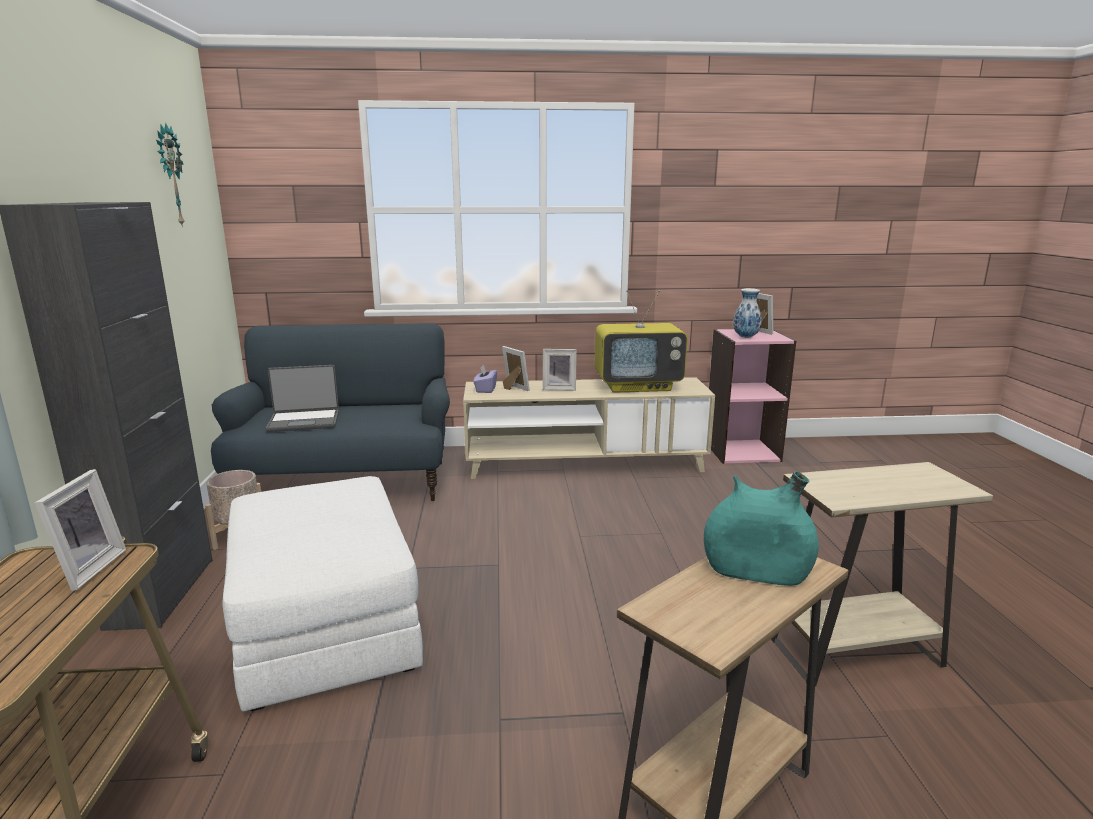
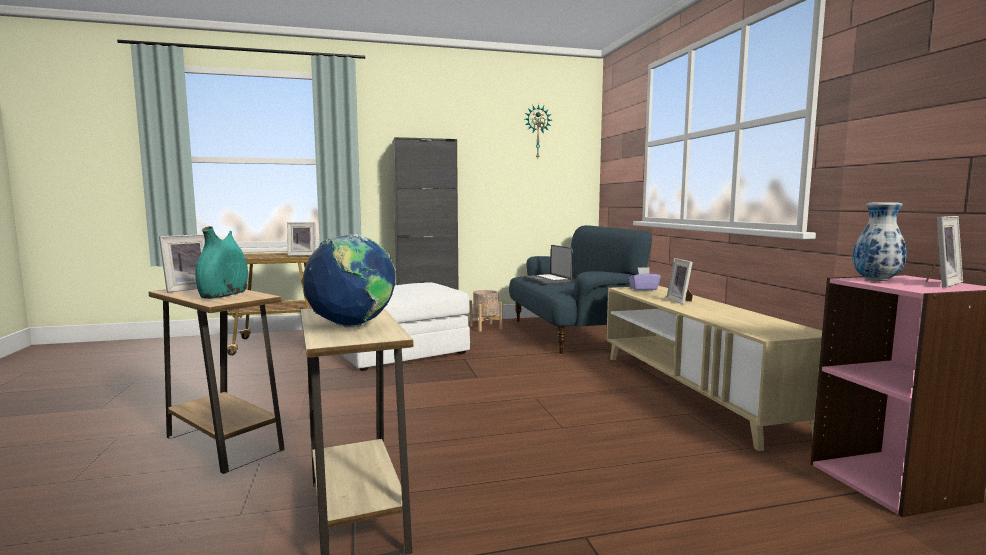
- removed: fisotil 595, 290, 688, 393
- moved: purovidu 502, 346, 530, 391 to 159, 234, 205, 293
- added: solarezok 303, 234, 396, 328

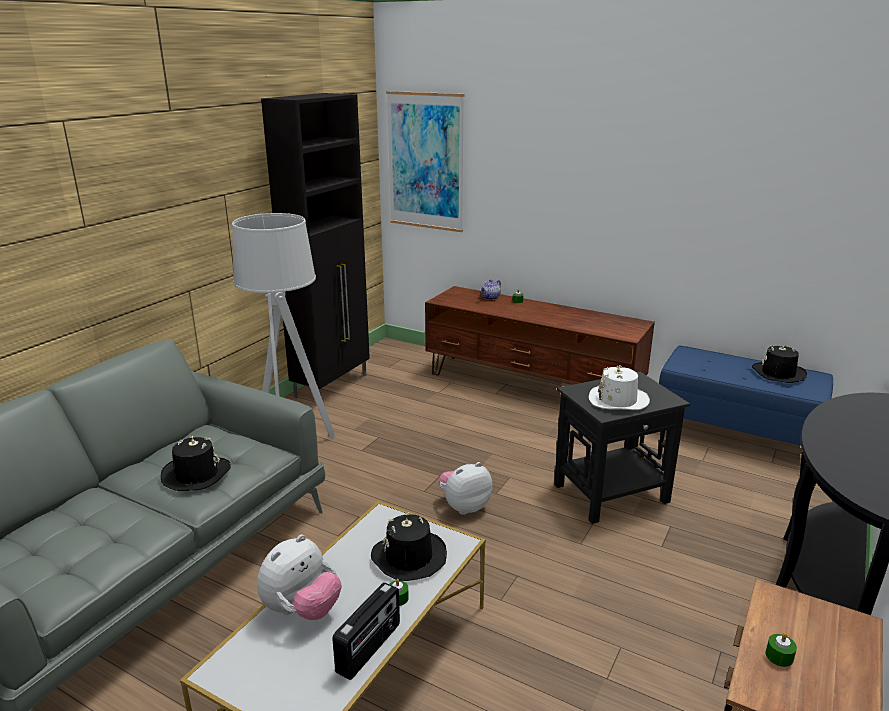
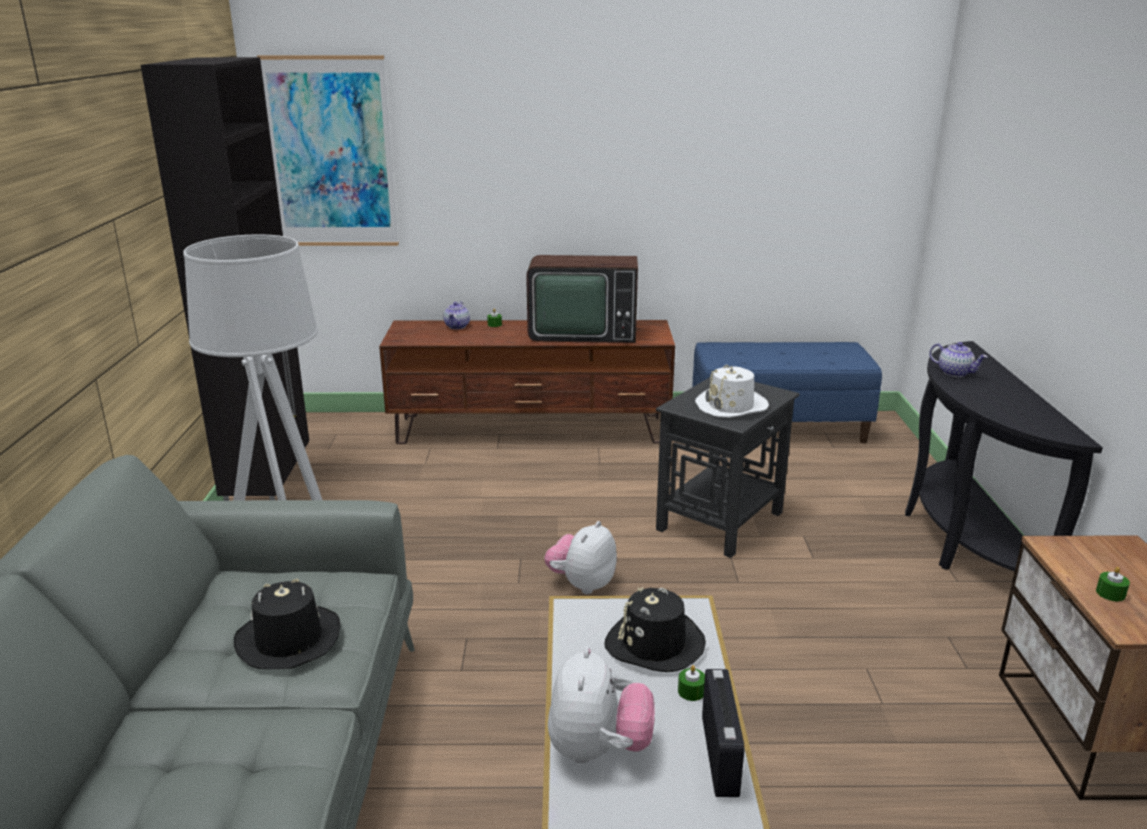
- removed: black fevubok 752, 345, 807, 383
- added: fisotil 526, 255, 638, 343
- added: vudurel 929, 342, 987, 377

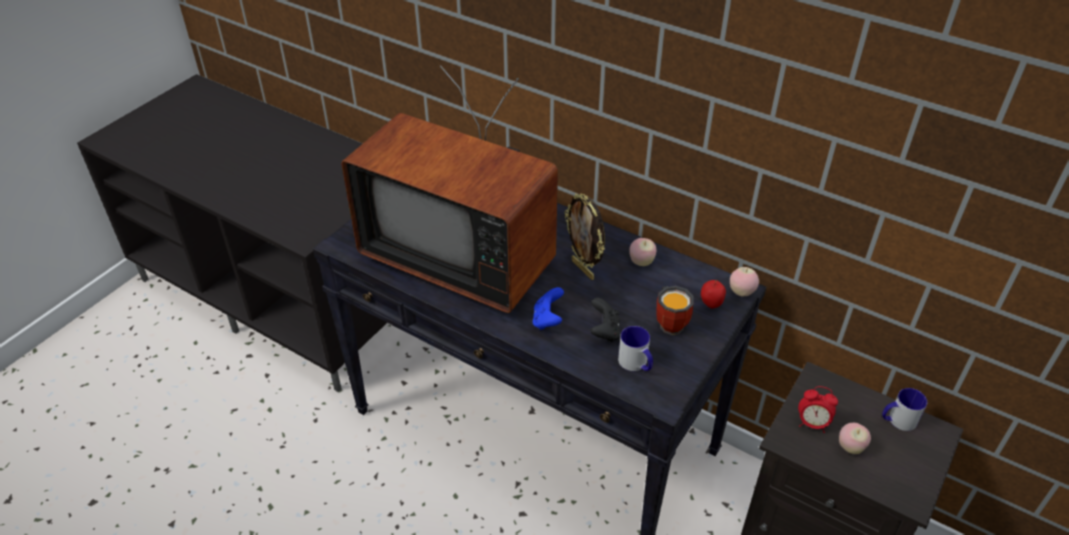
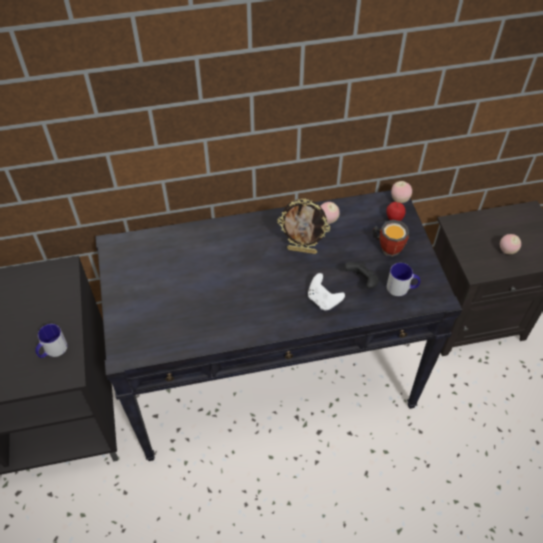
- removed: fisotil 341, 65, 558, 313
- recoloured: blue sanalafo 533, 287, 564, 330 to white sanalafo 308, 273, 345, 311
- removed: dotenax 798, 386, 838, 433
- moved: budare 882, 388, 927, 431 to 35, 324, 68, 358

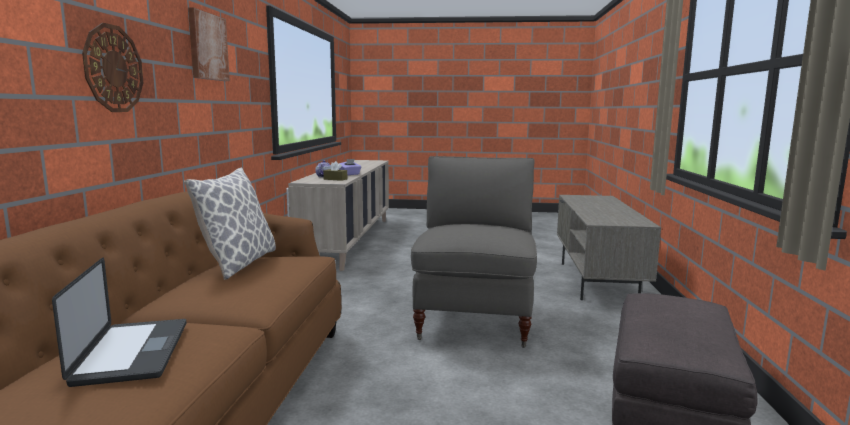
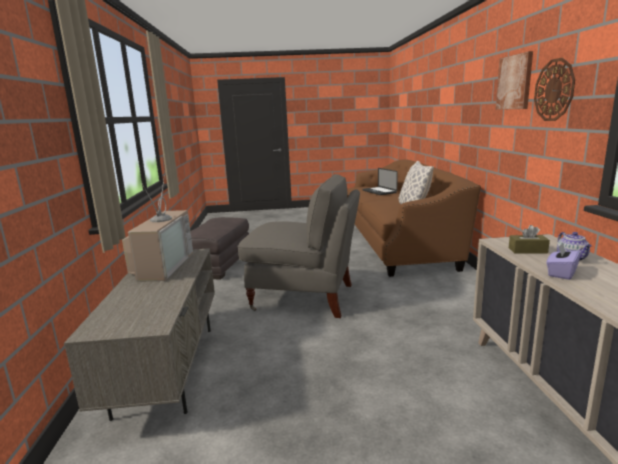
- moved: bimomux 82, 23, 143, 112 to 534, 58, 575, 121
- turned: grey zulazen 411, 156, 537, 348 = 237, 174, 360, 318 75 degrees counterclockwise
- added: fisotil 122, 175, 193, 282

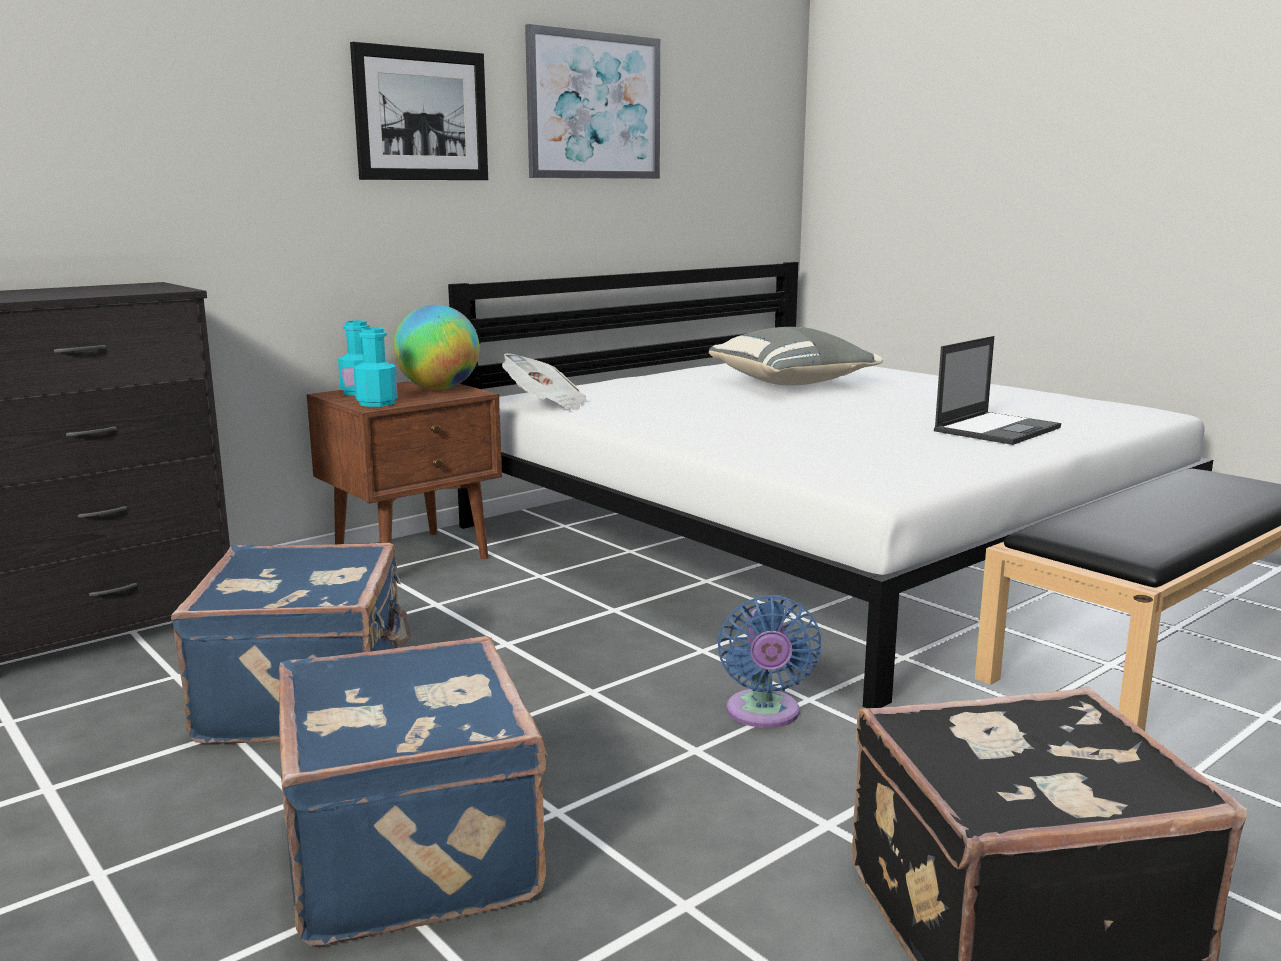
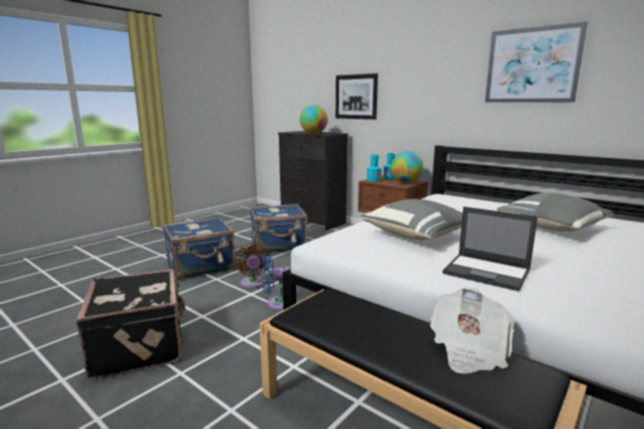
- moved: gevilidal 350, 42, 488, 180 to 336, 73, 378, 119
- moved: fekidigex 502, 353, 586, 410 to 429, 288, 514, 374
- added: solarezok 300, 105, 328, 134
- added: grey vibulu 361, 199, 463, 240
- added: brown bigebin 235, 243, 270, 288

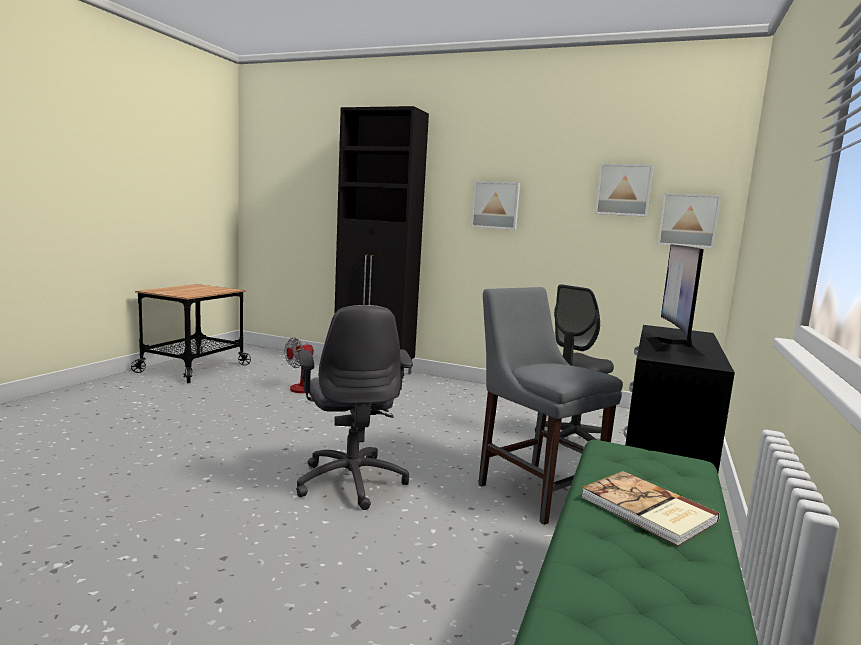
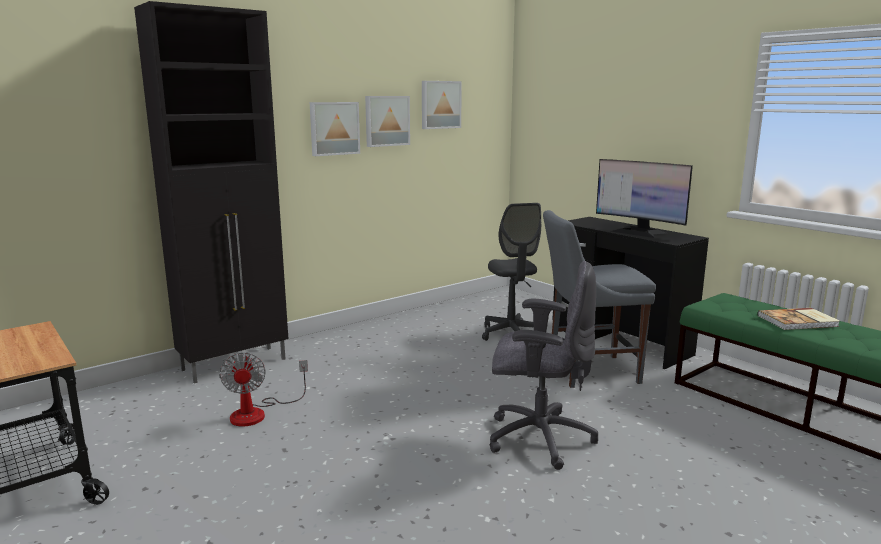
- moved: gevilidal 658, 193, 721, 248 to 365, 96, 410, 147

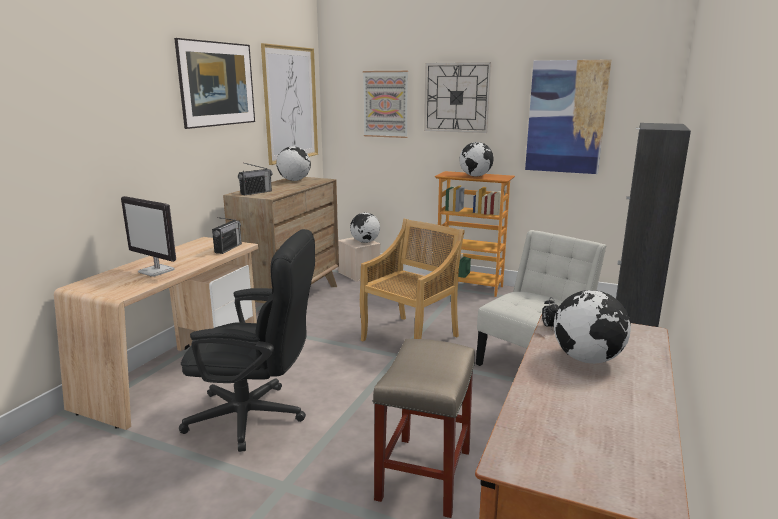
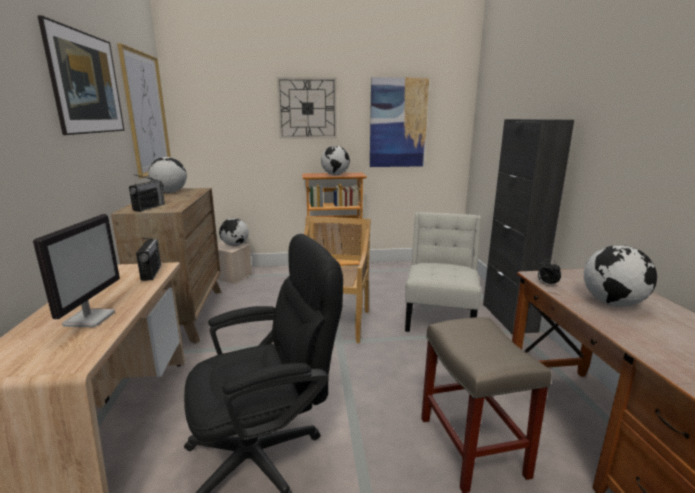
- removed: gevilidal 363, 71, 408, 138
- turned: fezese 121, 196, 176, 277 = 33, 214, 120, 327 90 degrees counterclockwise

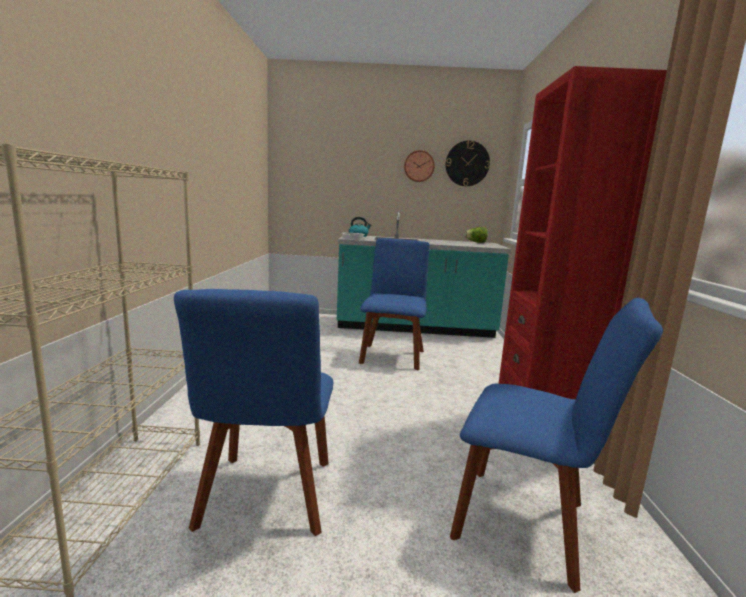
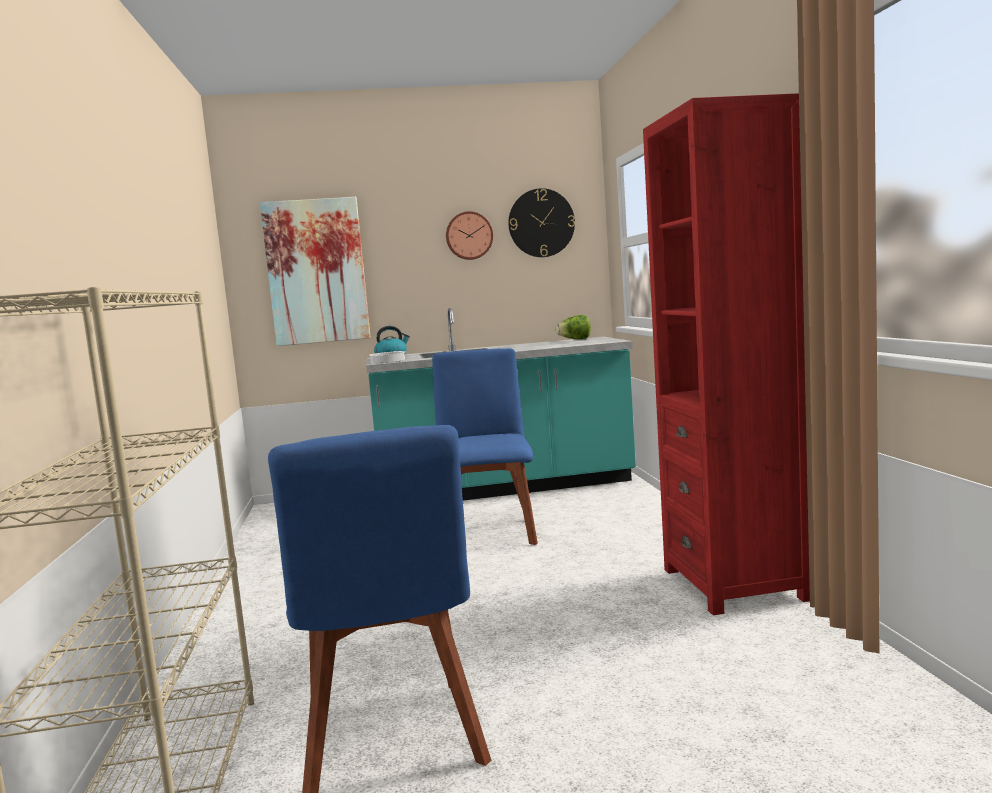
- removed: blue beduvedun 450, 298, 663, 593
- added: gevilidal 260, 197, 371, 346

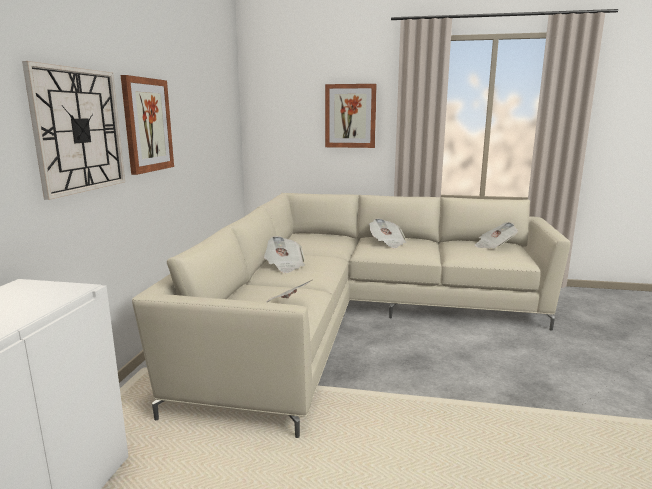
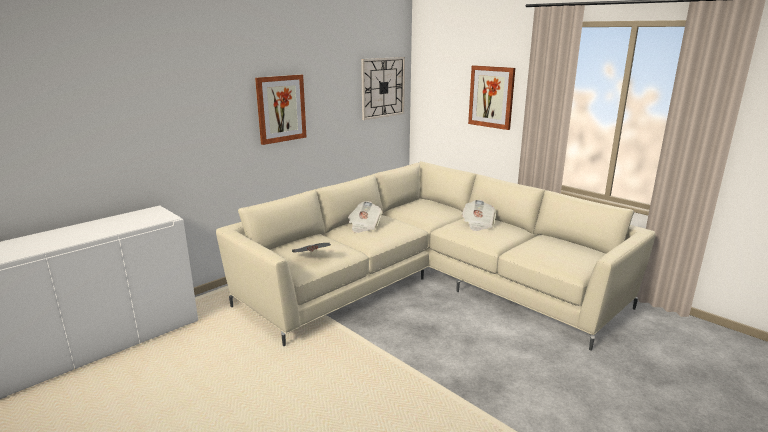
- moved: bimomux 22, 61, 125, 200 to 361, 57, 405, 120
- removed: fekidigex 474, 222, 518, 249

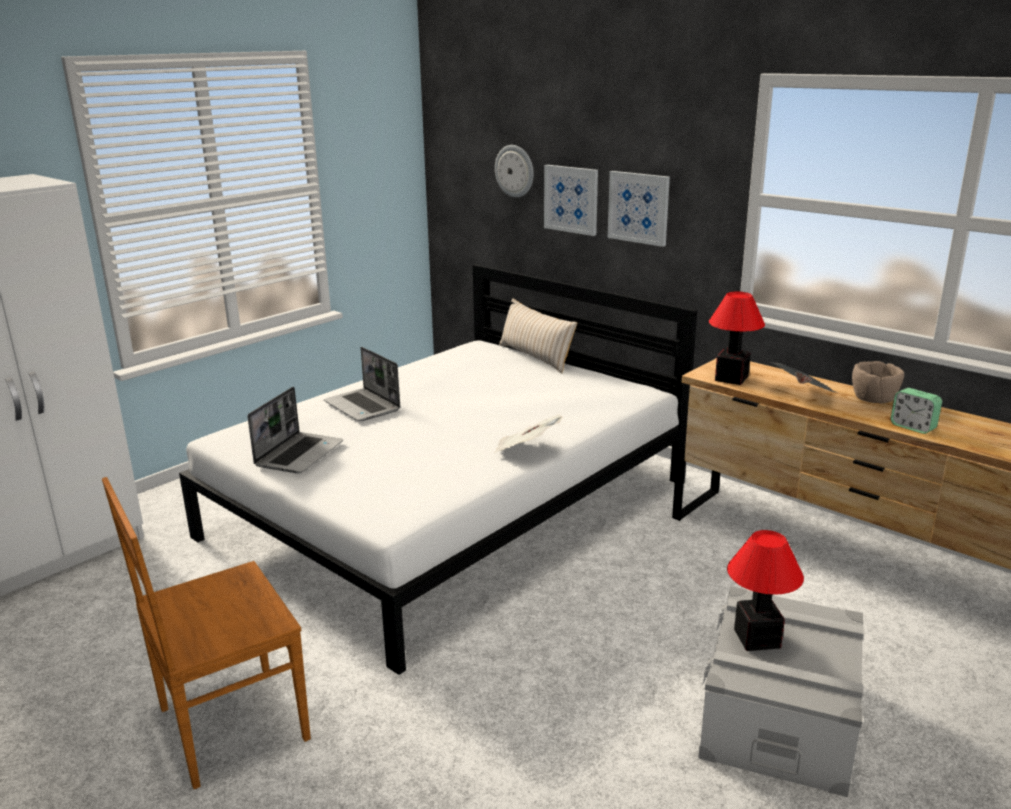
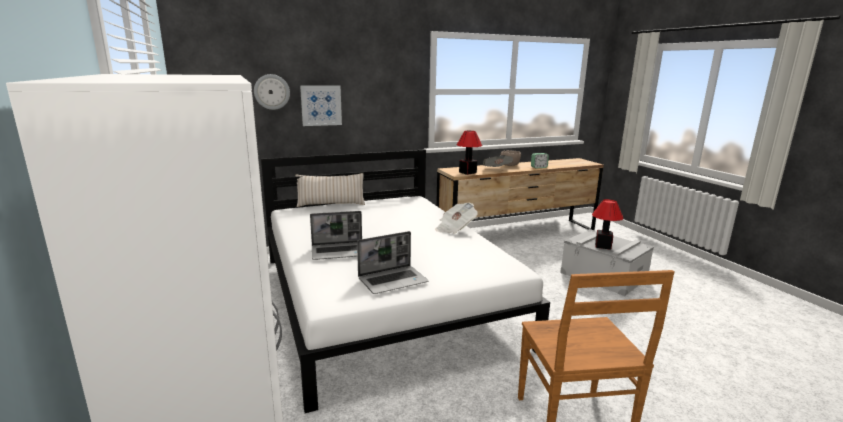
- removed: gevilidal 608, 171, 670, 247
- turned: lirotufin 247, 387, 343, 473 = 357, 231, 428, 294 105 degrees clockwise

